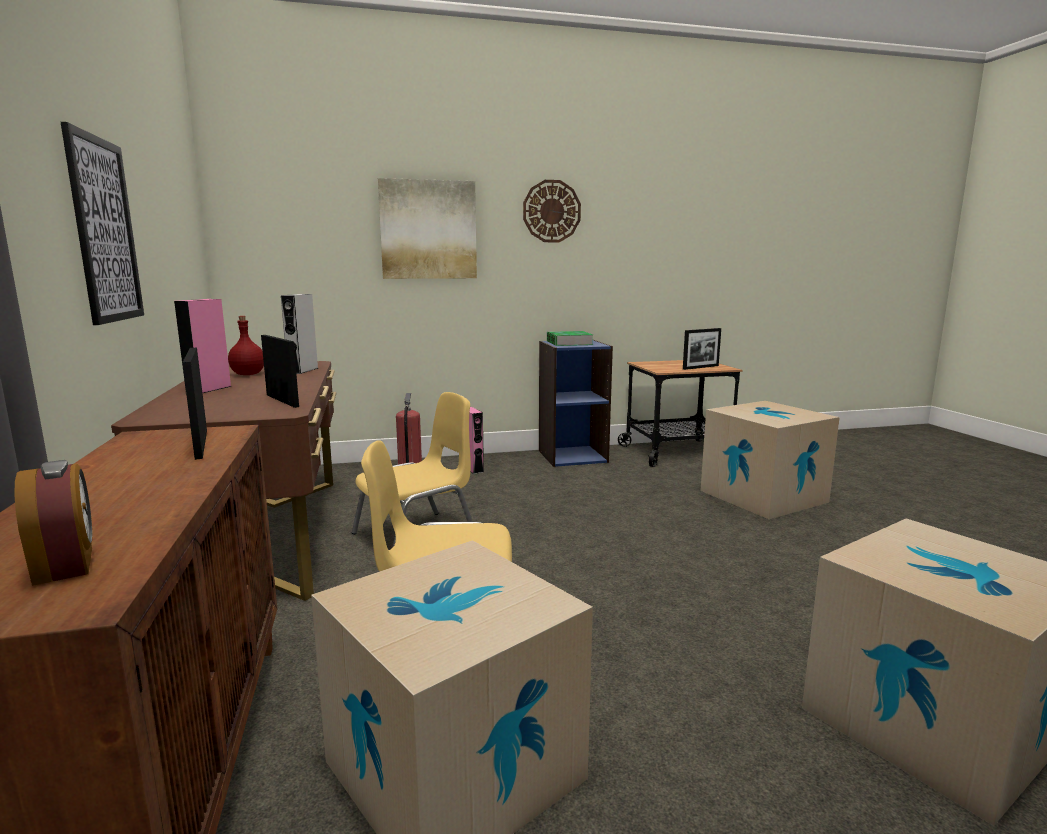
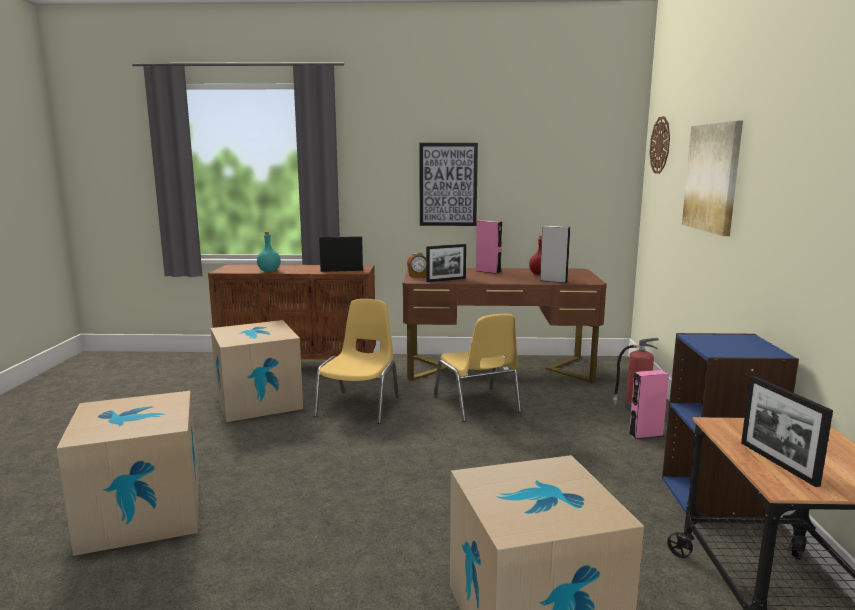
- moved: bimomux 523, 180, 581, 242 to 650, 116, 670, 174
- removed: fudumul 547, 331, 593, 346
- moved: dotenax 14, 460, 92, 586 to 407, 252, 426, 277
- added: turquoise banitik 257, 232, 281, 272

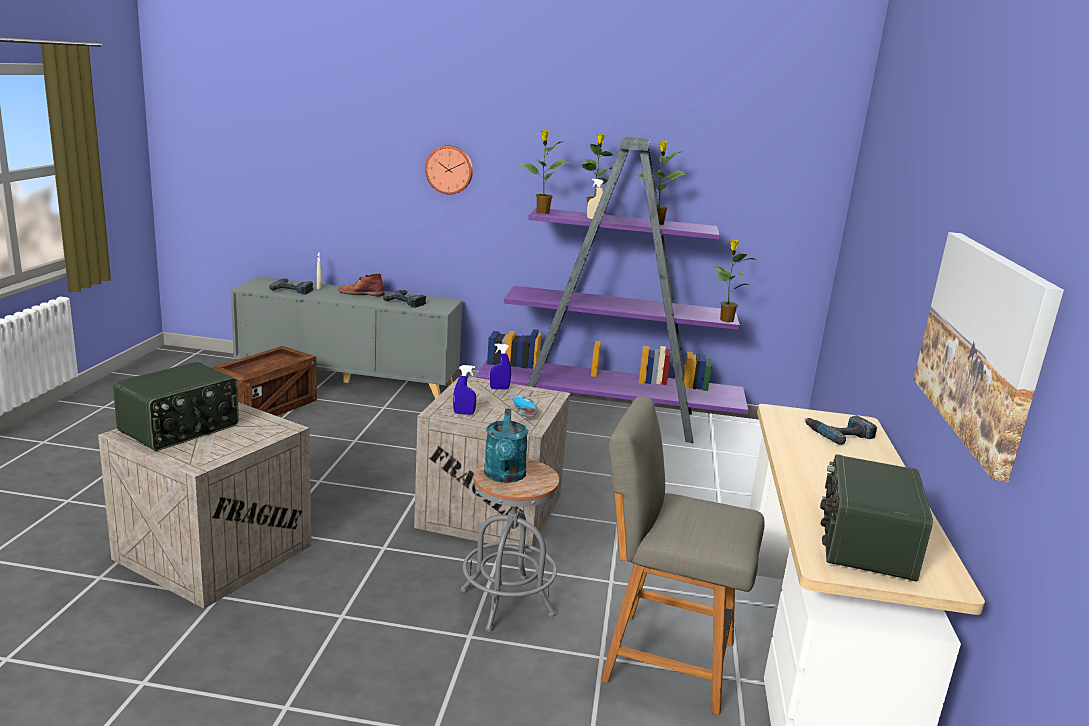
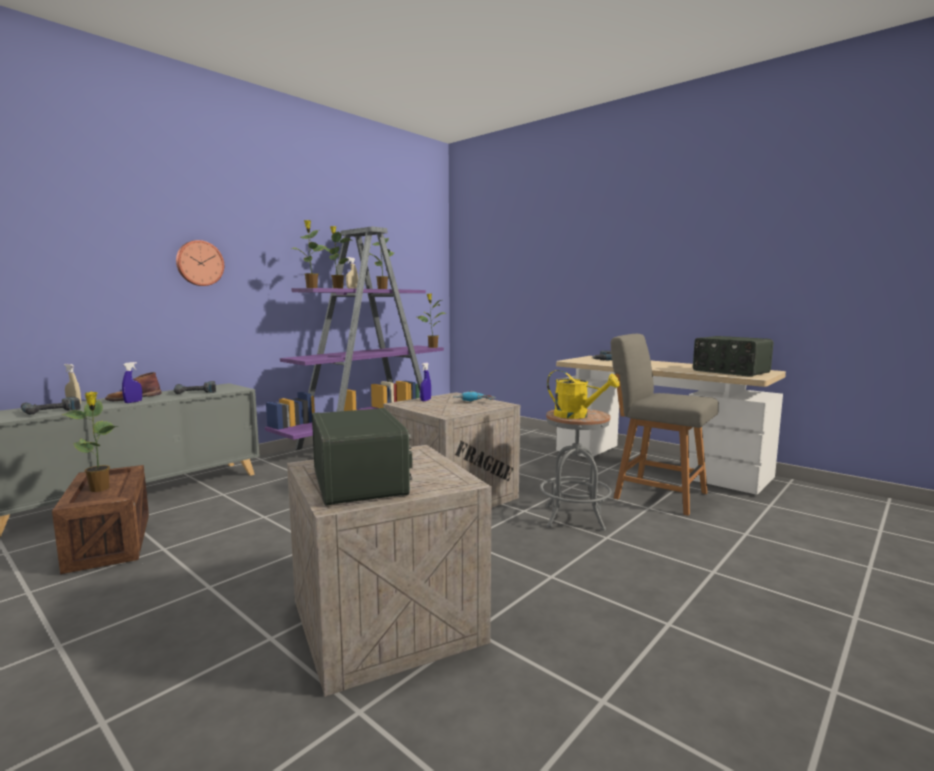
- removed: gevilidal 913, 232, 1064, 482
- moved: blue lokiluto 453, 365, 476, 415 to 122, 362, 142, 403
- turned: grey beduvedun 601, 396, 765, 715 = 611, 334, 719, 516 75 degrees clockwise
- recoloured: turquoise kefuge 484, 408, 528, 483 to yellow kefuge 547, 370, 620, 419
- added: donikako 62, 391, 119, 492

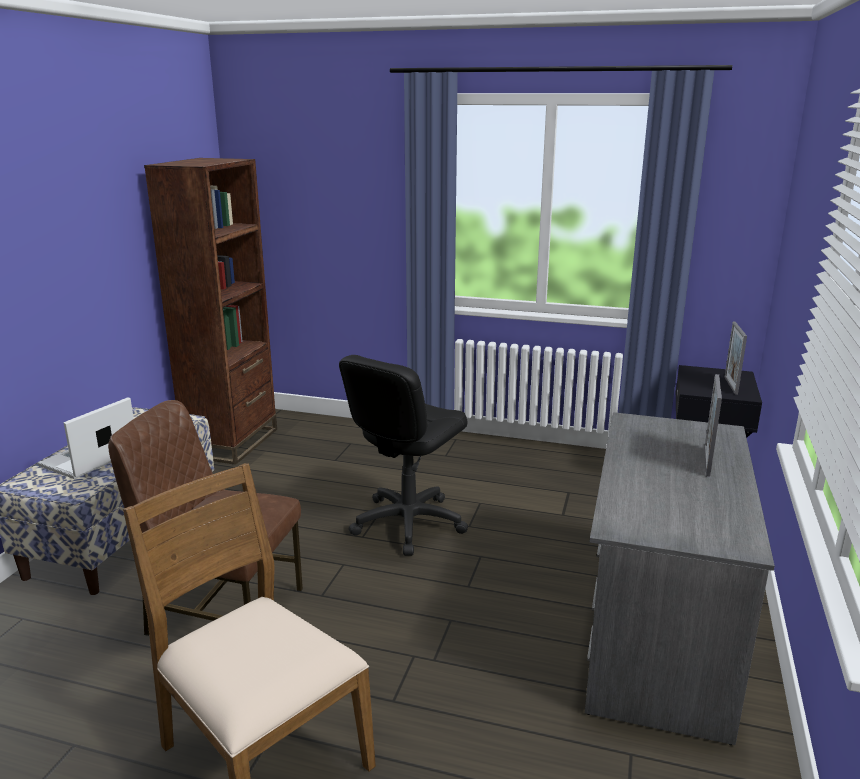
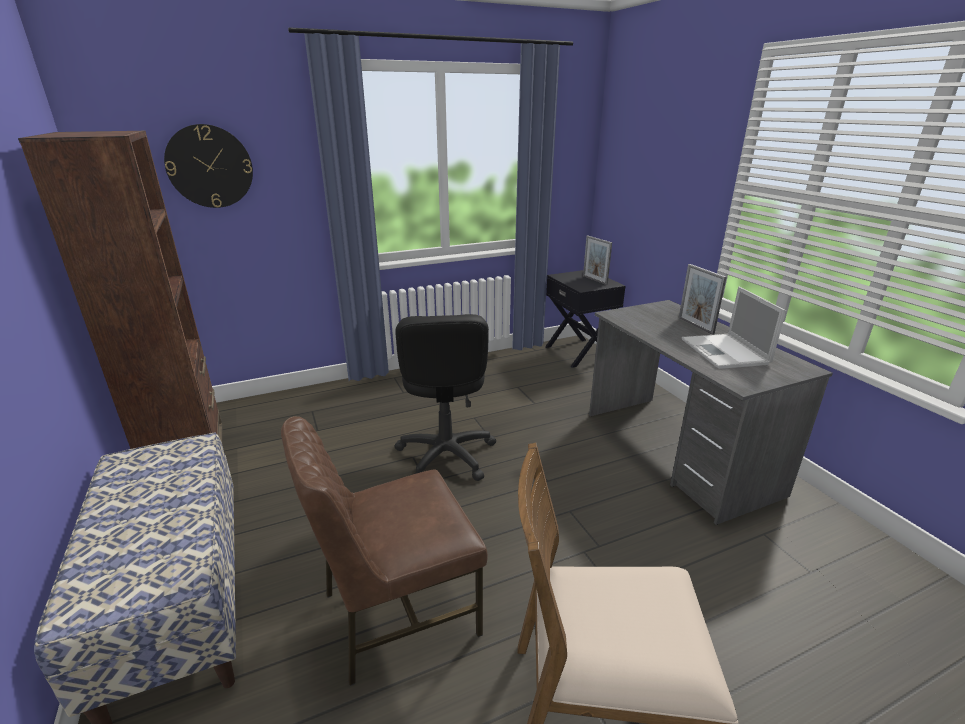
- moved: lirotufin 38, 397, 134, 479 to 682, 287, 786, 369
- added: bimomux 164, 124, 253, 208

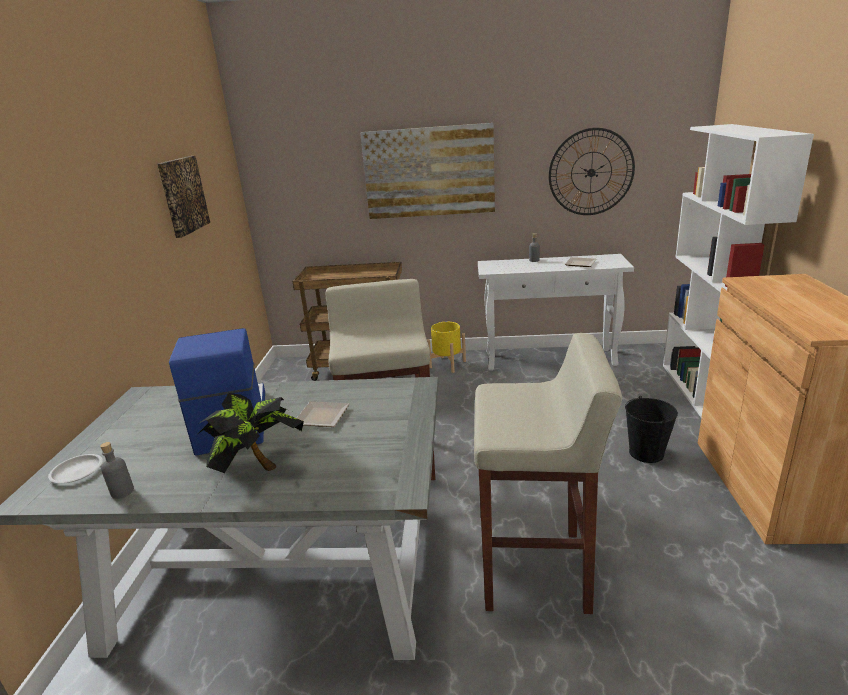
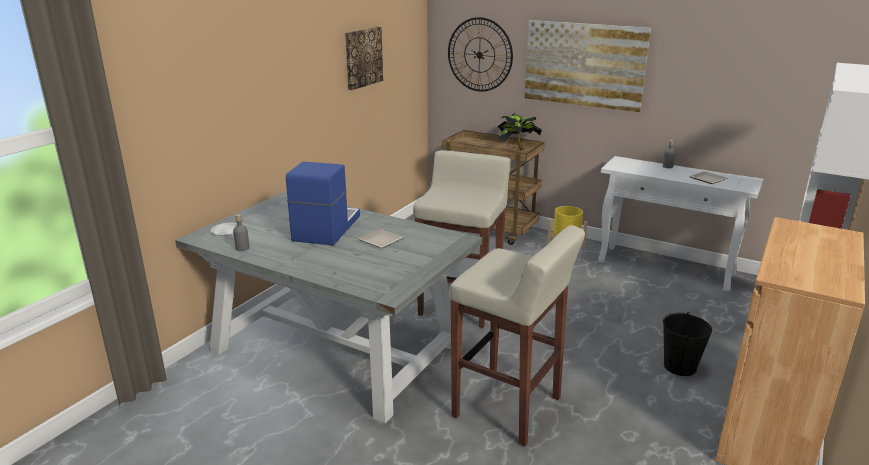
- moved: bimomux 549, 128, 635, 215 to 448, 17, 513, 92
- moved: donikako 198, 393, 304, 473 to 497, 113, 542, 151

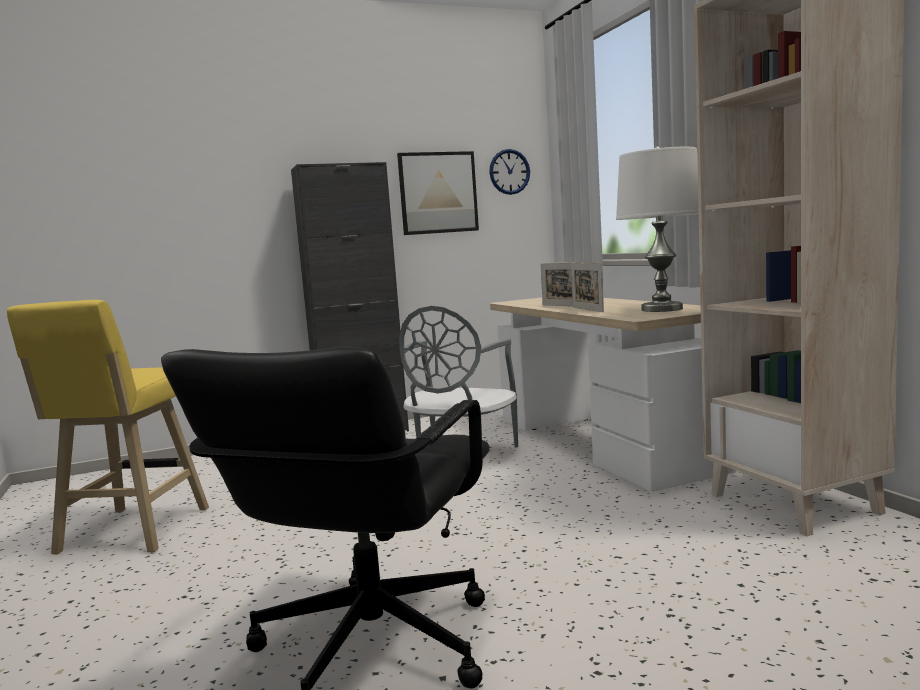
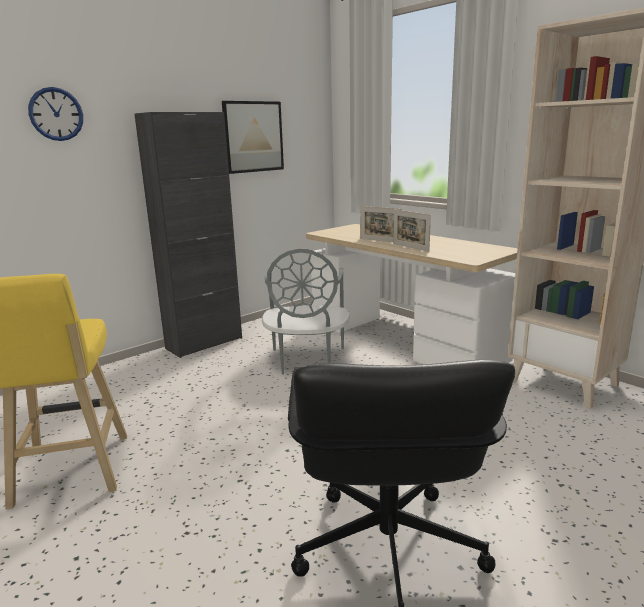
- removed: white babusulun 616, 146, 699, 312
- moved: bimomux 489, 149, 530, 195 to 28, 87, 83, 141

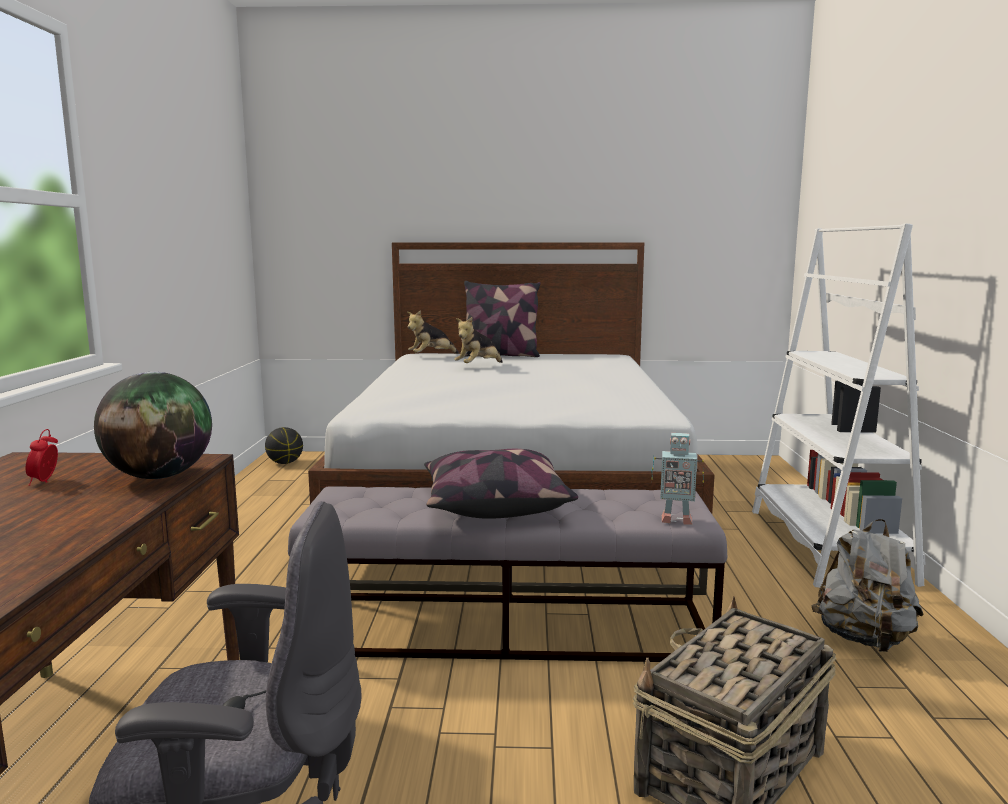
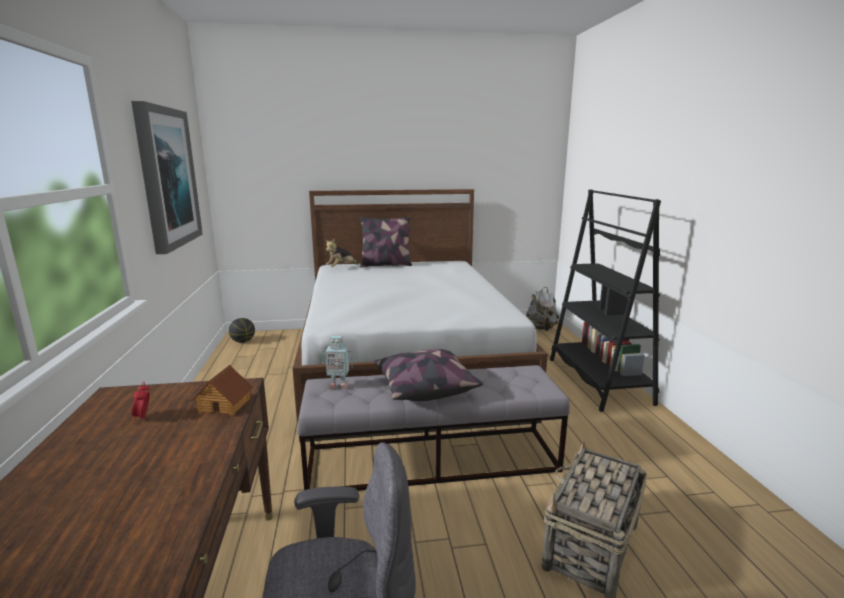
- recoloured: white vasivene 752, 223, 925, 588 to black vasivene 550, 189, 661, 412
- removed: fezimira 454, 317, 503, 363
- replaced: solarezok 94, 372, 212, 479 to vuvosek 191, 365, 254, 416
- moved: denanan 651, 433, 704, 525 to 322, 335, 353, 389
- moved: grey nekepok 811, 519, 923, 652 to 526, 287, 559, 331
- added: gevilidal 131, 101, 203, 254

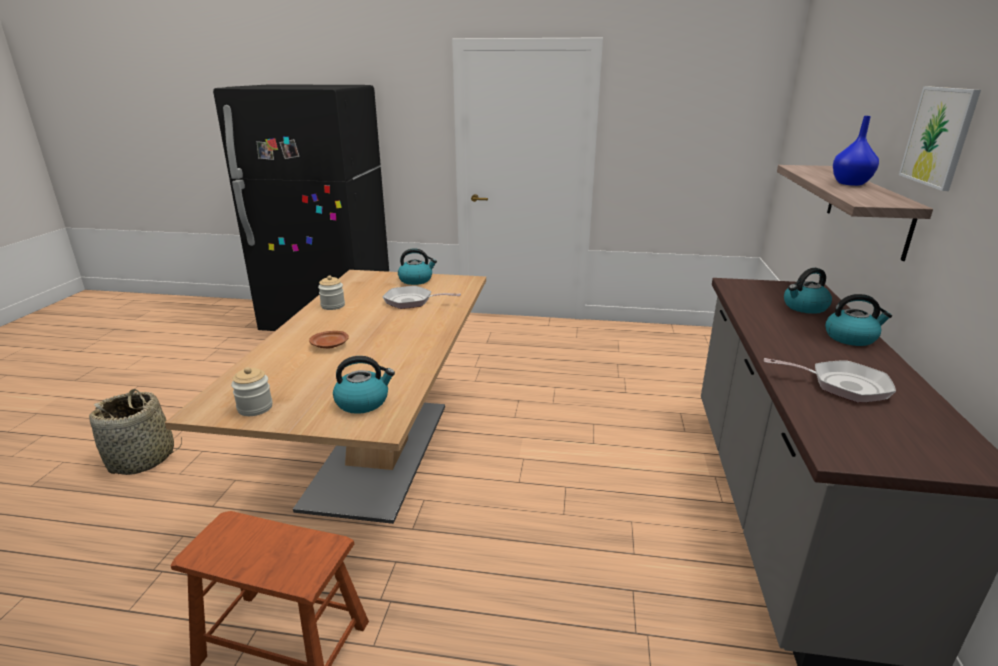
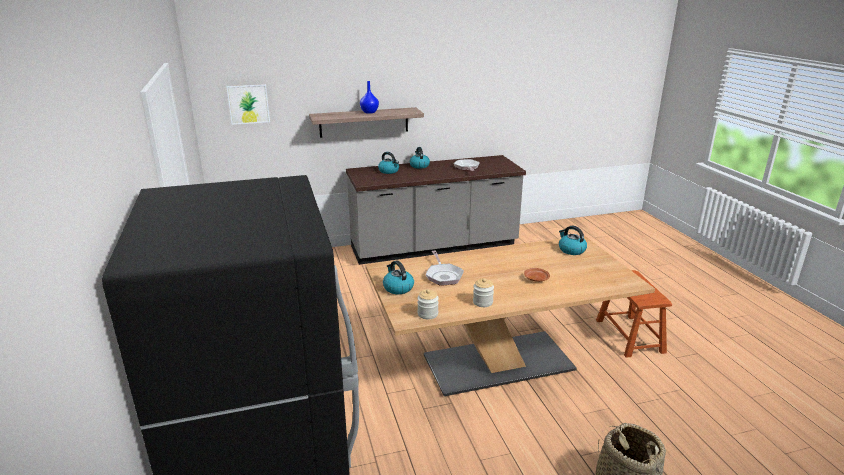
- moved: gevilidal 899, 86, 981, 191 to 226, 84, 270, 125
- moved: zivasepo 231, 367, 273, 416 to 417, 289, 439, 319

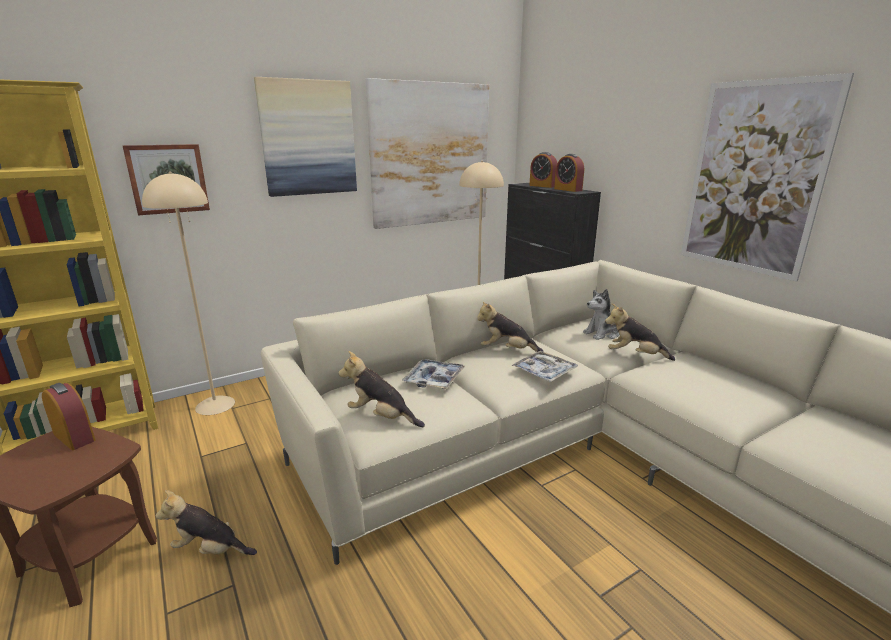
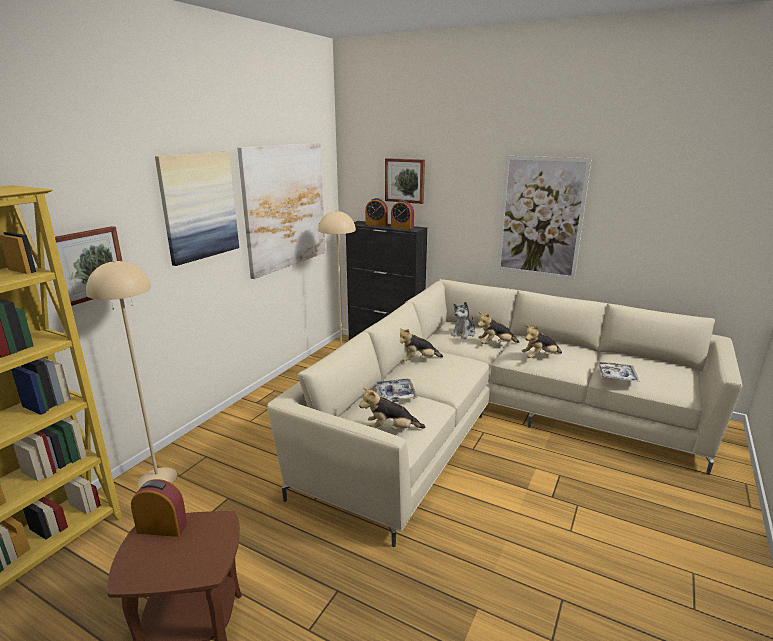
- moved: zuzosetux 511, 350, 578, 382 to 597, 361, 640, 382
- moved: fezimira 156, 490, 257, 555 to 522, 325, 562, 358
- added: gevilidal 385, 158, 425, 204

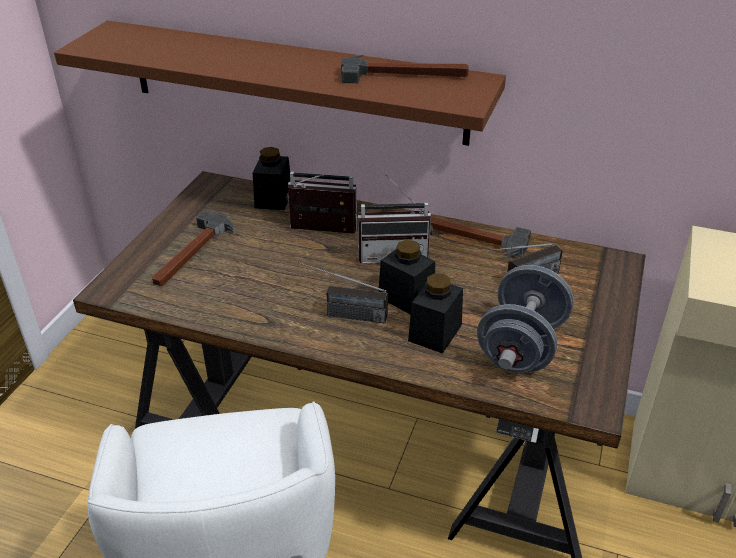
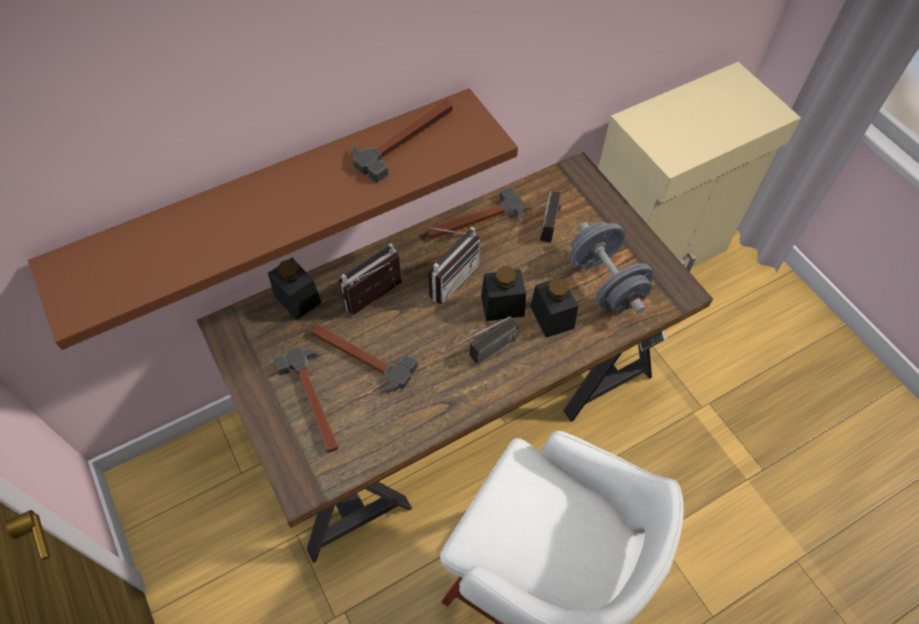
- added: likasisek 311, 324, 417, 393

